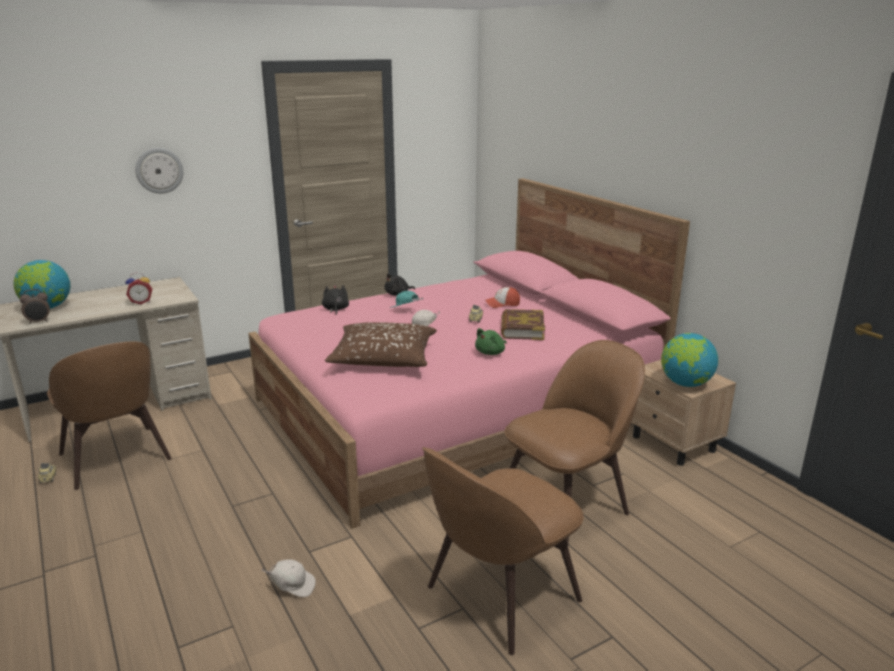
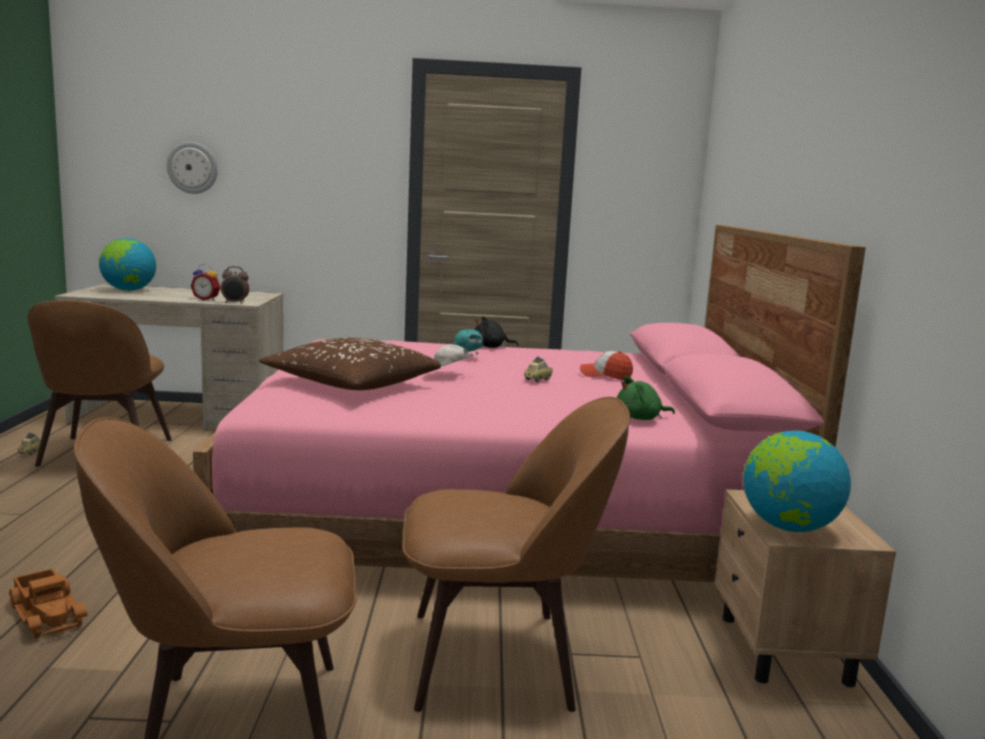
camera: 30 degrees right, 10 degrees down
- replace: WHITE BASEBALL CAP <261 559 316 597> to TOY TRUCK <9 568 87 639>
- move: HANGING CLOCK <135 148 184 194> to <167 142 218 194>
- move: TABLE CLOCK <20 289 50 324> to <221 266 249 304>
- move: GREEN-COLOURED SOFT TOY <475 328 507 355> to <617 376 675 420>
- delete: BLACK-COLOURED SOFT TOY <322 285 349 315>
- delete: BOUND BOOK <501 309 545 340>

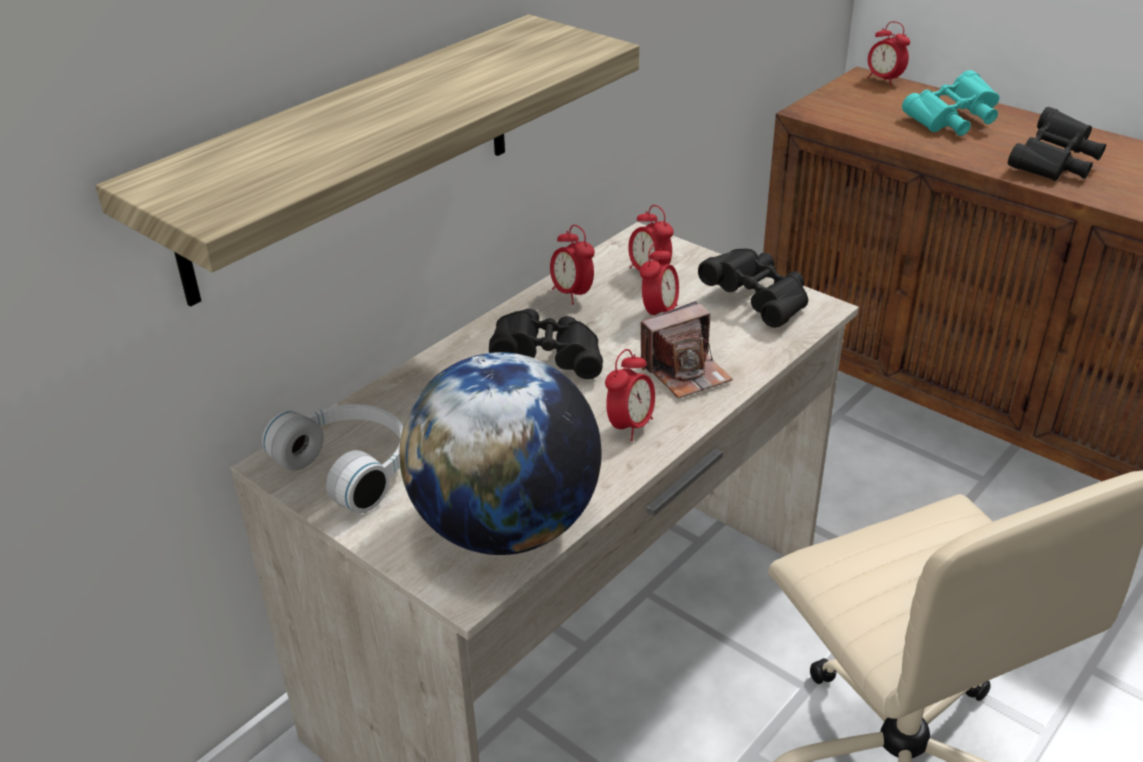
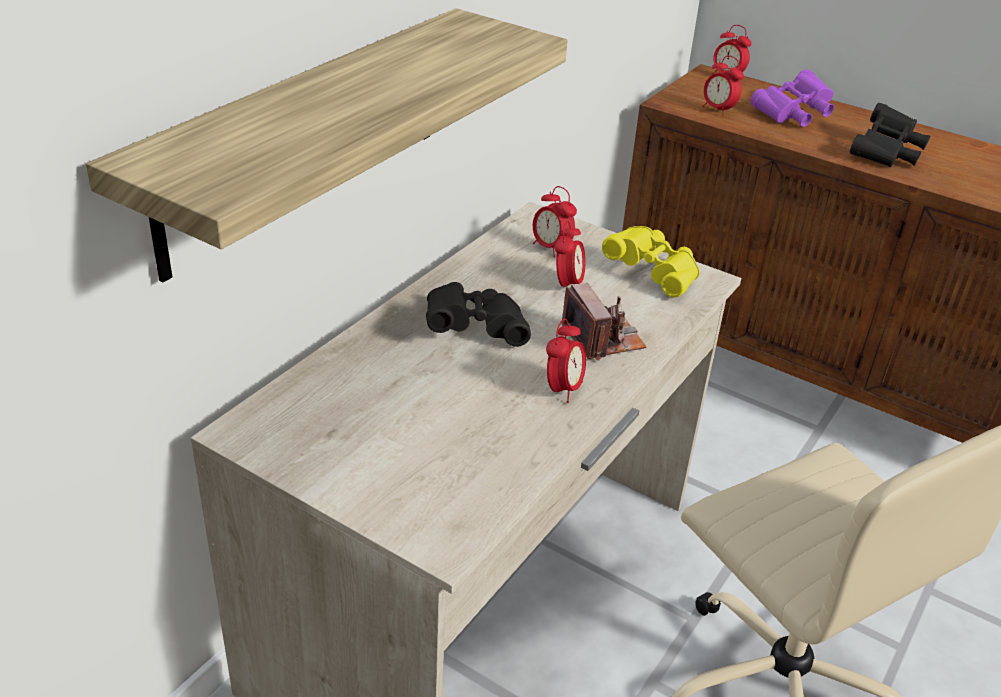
camera: 10 degrees left, 0 degrees up
- rotate: PHOTO CAMERA <641 301 733 399> = <561 283 646 360> 75 degrees counterclockwise
- recolor: BLACK-COLOURED FIELD GLASSES <698 249 808 328> to YELLOW-COLOURED FIELD GLASSES <602 226 700 297>
- move: TABLE CLOCK <550 225 595 305> to <702 55 744 116>
- recolor: TURQUOISE FIELD GLASSES <902 70 1000 136> to PURPLISH FIELD GLASSES <750 69 834 127>
- delete: WHITE HEADPHONES <262 404 403 513>
- delete: WORLD GLOBE <399 352 602 555>

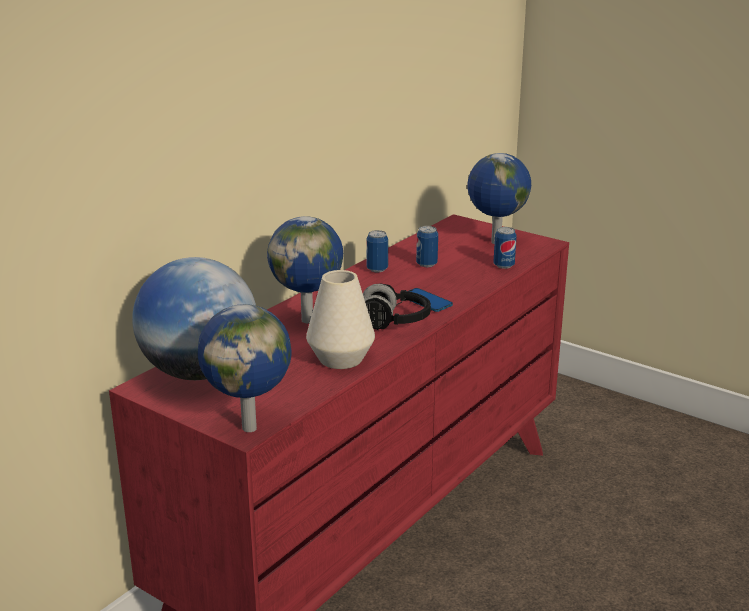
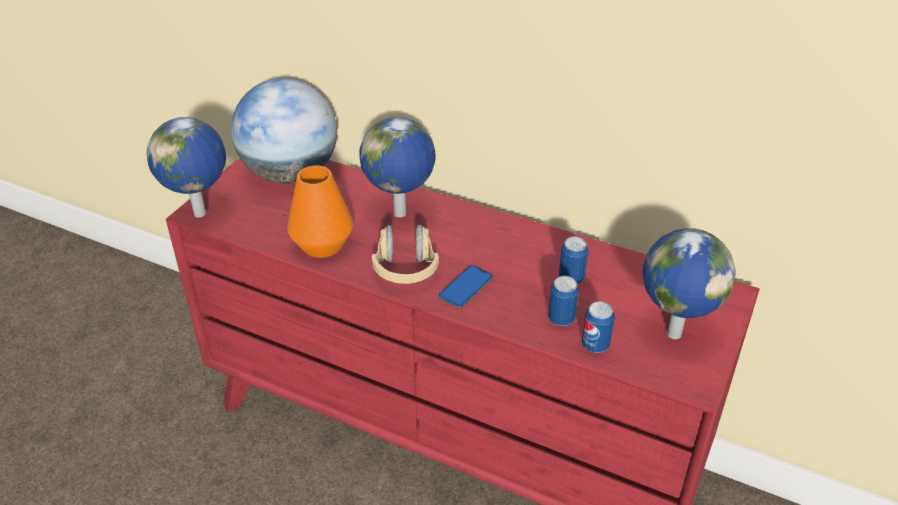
camera: 80 degrees right, 15 degrees up
- recolor: WHITE VASE <306 270 375 369> to ORANGE VASE <287 166 353 258>
- recolor: BLACK-COLOURED HEADPHONES <363 283 431 330> to SAND-COLOURED HEADPHONES <372 225 439 284>
- move: CAN <366 230 388 273> to <548 276 579 326>

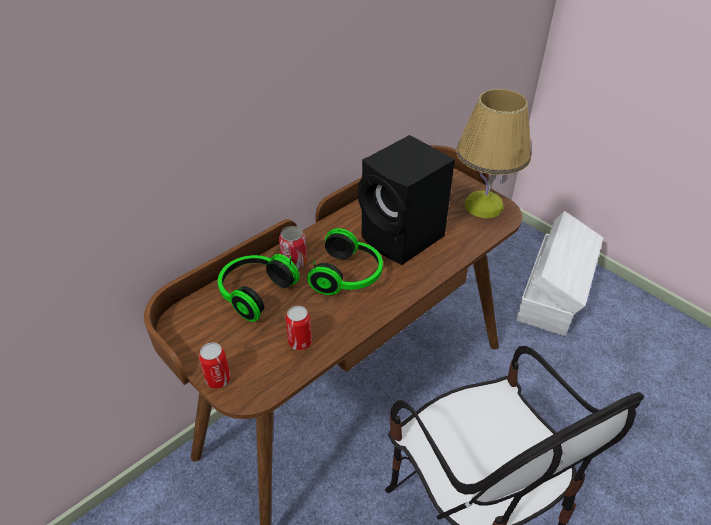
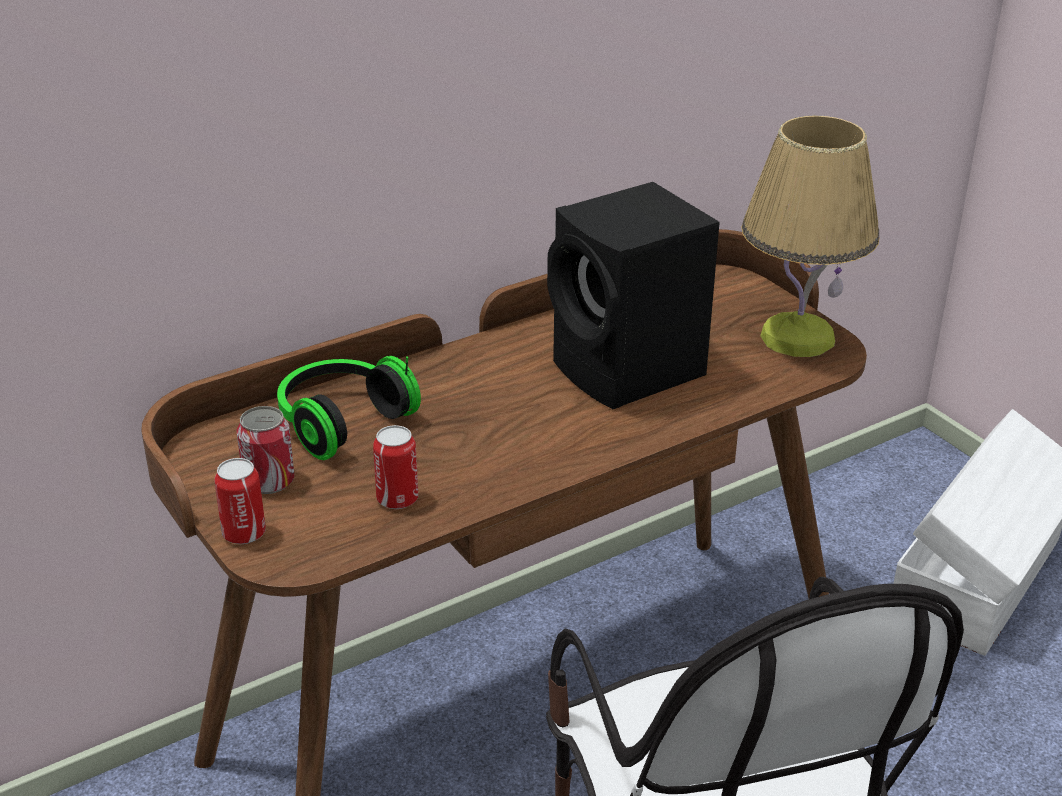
camera: 10 degrees right, 10 degrees down
- move: CAN <279 226 307 269> to <237 406 295 494>
- delete: HEADPHONES <307 228 383 295>

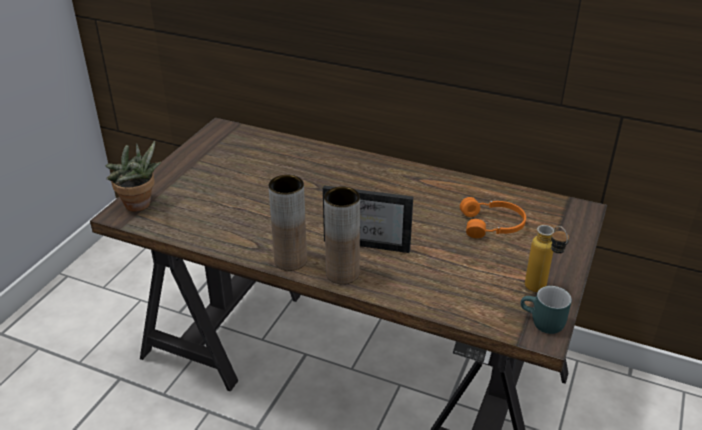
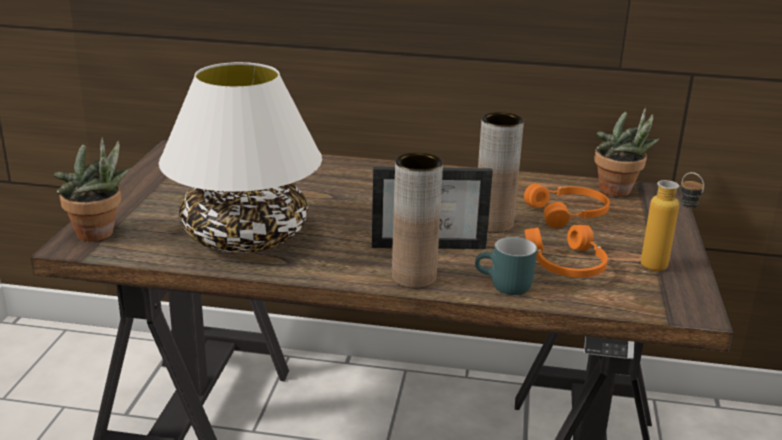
camera: 15 degrees left, 10 degrees down
- insert: WHITE TABLETOP LAMP <159 62 322 253>
- move: TURQUOISE TEA MUG <521 286 572 334> to <475 237 537 295>
- move: BROWN VASE <268 175 307 271> to <478 112 524 233>
- insert: ORANGE HEADPHONES <524 225 608 278>
- insert: HOUSEPLANT <594 107 659 197>

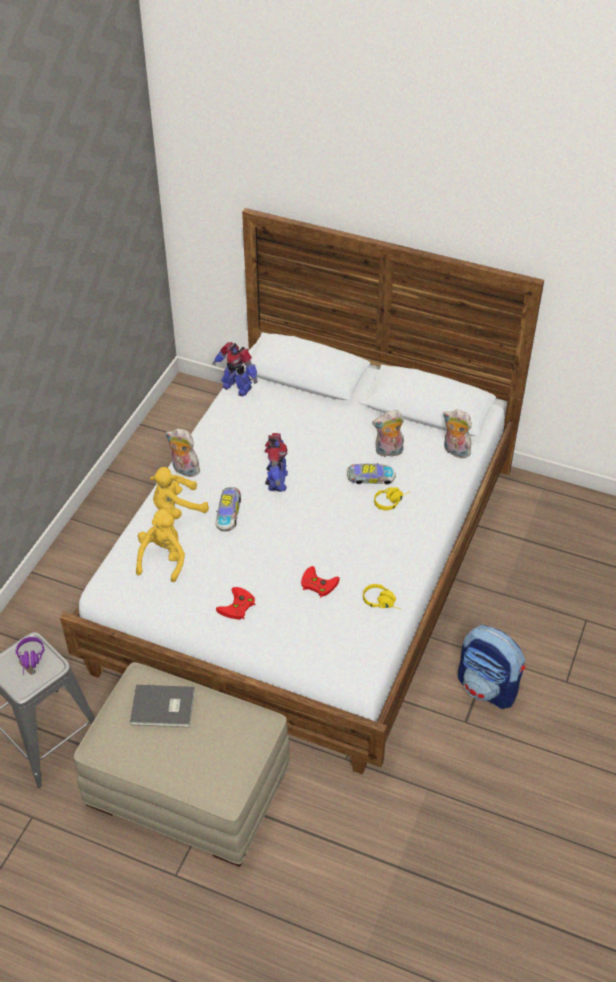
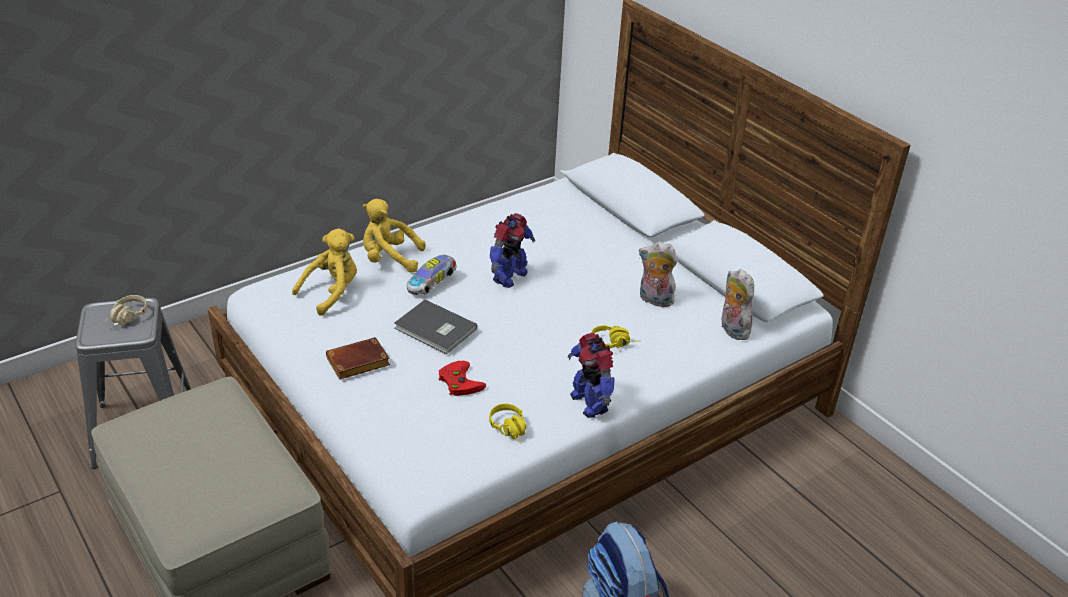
camera: 30 degrees right, 10 degrees down
- recolor: PURPLISH HEADPHONES <15 637 45 675> to SAND-COLOURED HEADPHONES <102 295 147 325>
- replace: RED-COLOURED JOYPAD <216 587 255 620> to BROWN BOUND BOOK <326 337 390 380>
- move: GREY BOUND BOOK <130 685 195 727> to <394 300 477 354>
- move: ROBOT FIGURE <212 342 257 396> to <568 333 615 418>
- delete: SOFT TOY <166 429 200 477>
- delete: TOY CAR <347 462 396 484>

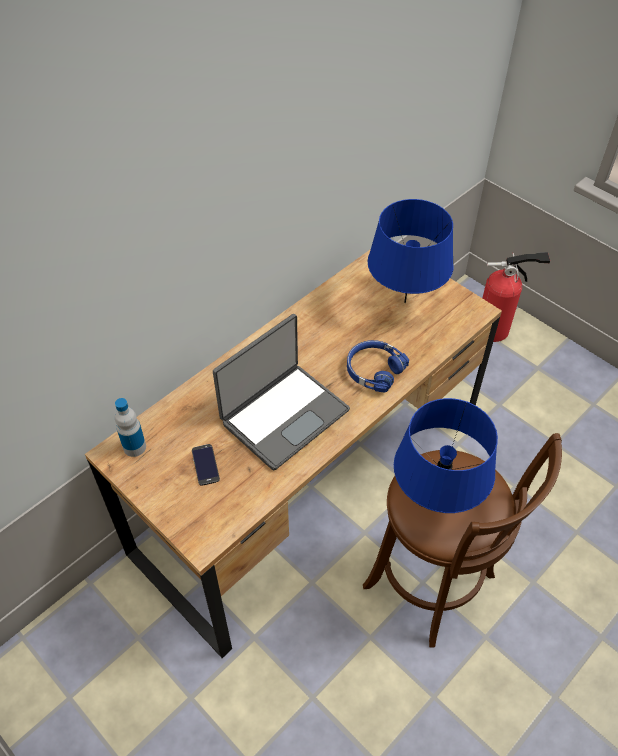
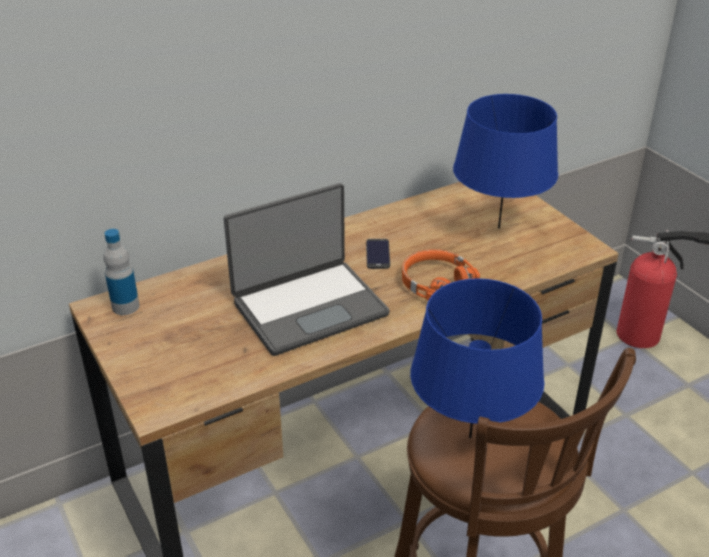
camera: 15 degrees right, 15 degrees down
- move: TELEPHONE <192 444 220 486> to <366 239 390 269>
- recolor: BLUE HEADPHONES <347 340 409 392> to ORANGE HEADPHONES <402 249 480 300>

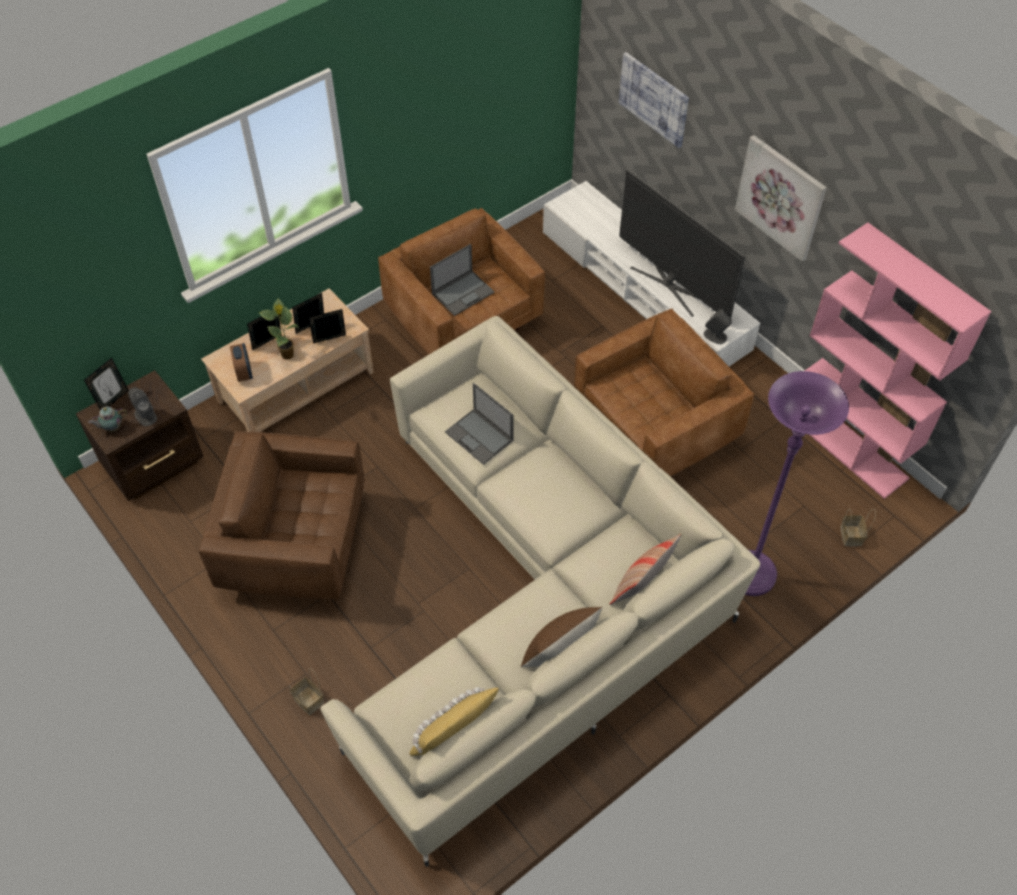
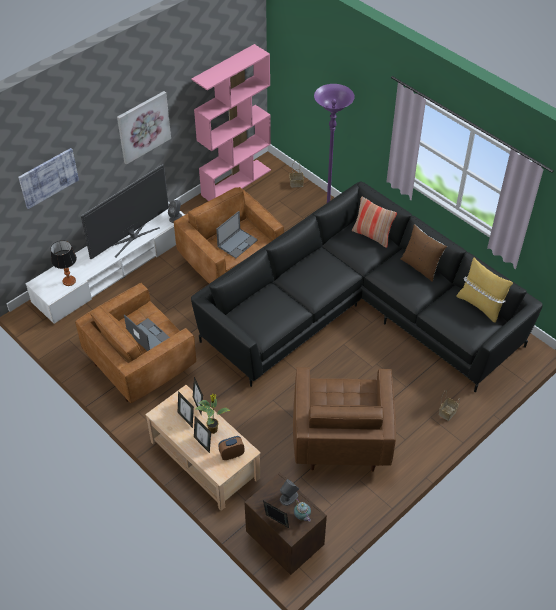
camera: 95 degrees left, 5 degrees down
- insert: TABLETOP LAMP <51 240 77 286>
- recolor: SAND-COLOURED COUCH <320 316 760 867> to BLACK-COLOURED COUCH <191 181 543 392>
- move: NOTEBOOK COMPUTER <445 383 514 465> to <216 211 258 258>

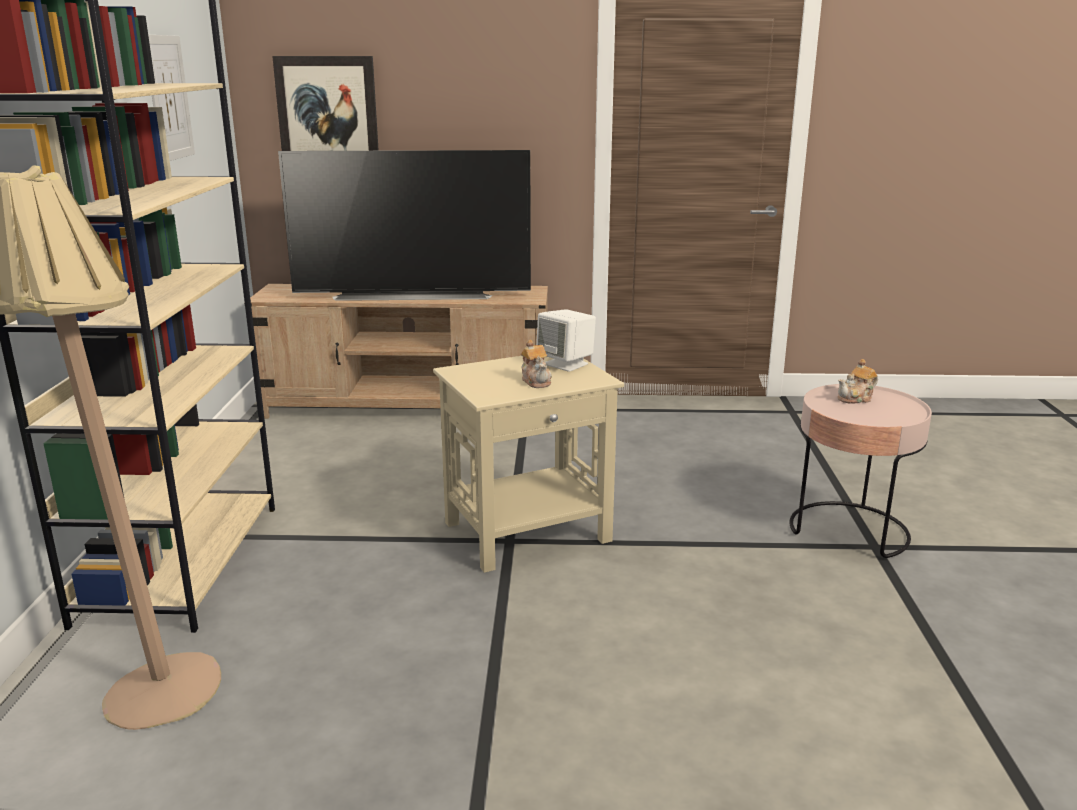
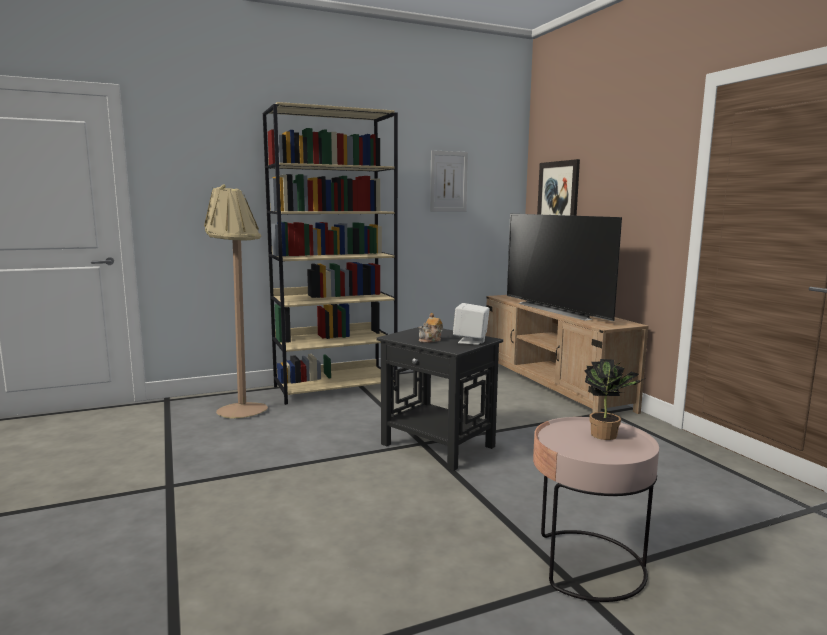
camera: 65 degrees right, 10 degrees down
- recolor: SAND-COLOURED END TABLE <433 356 624 573> to BLACK-COLOURED END TABLE <376 326 503 471>
- replace: POT FOR TEA <837 359 878 403> to HOUSEPLANT <584 359 646 440>

